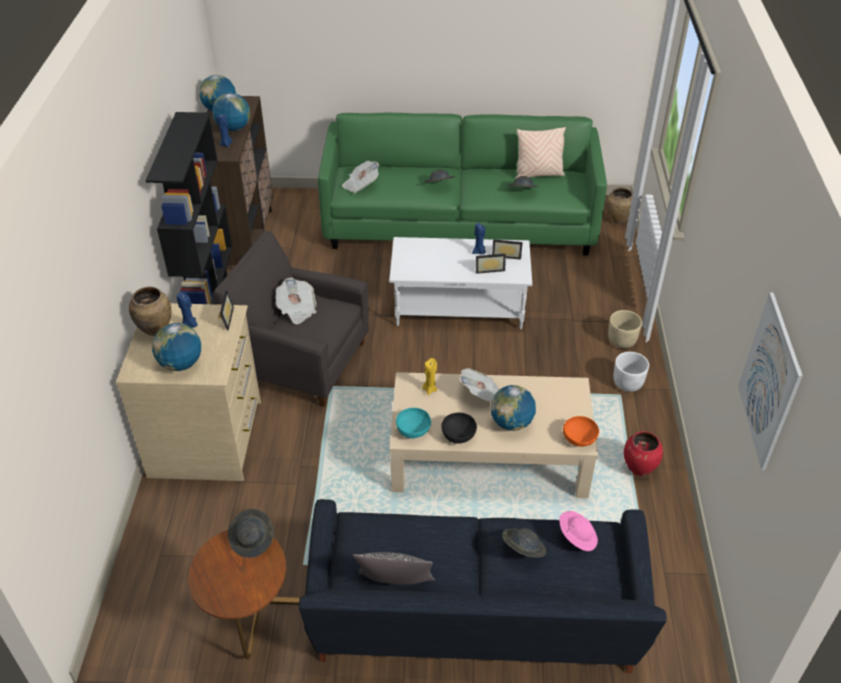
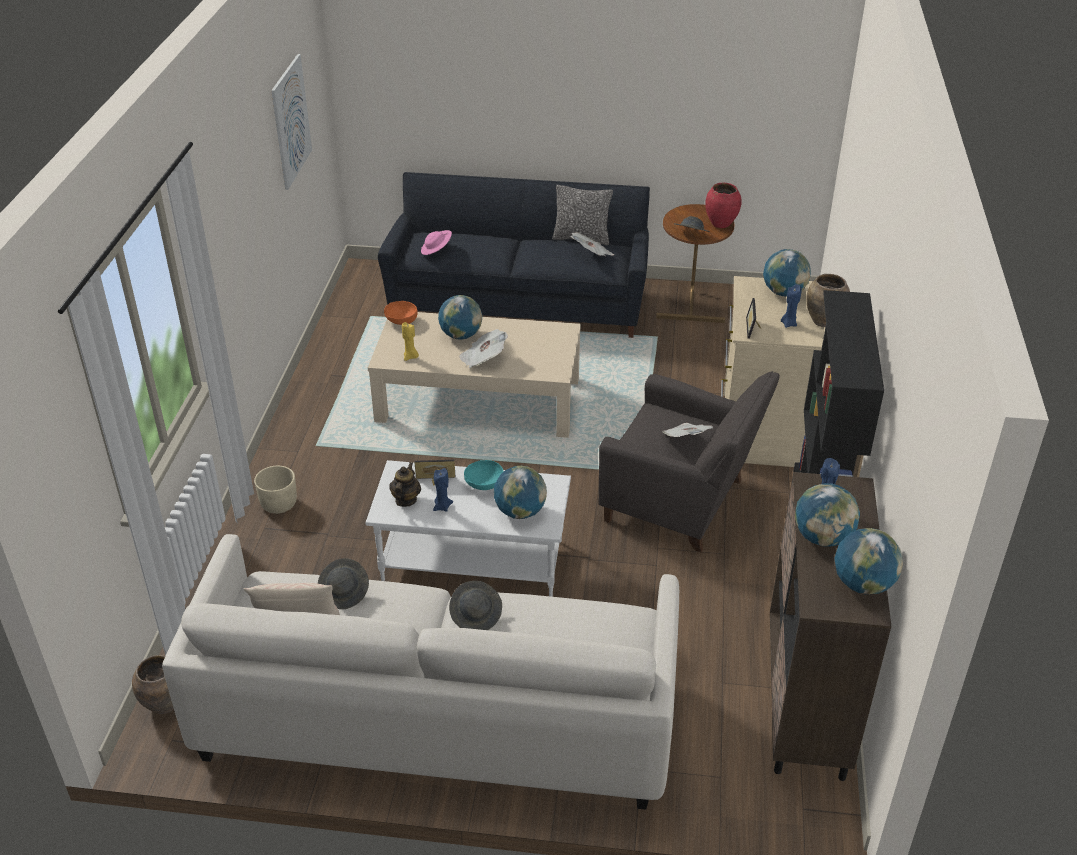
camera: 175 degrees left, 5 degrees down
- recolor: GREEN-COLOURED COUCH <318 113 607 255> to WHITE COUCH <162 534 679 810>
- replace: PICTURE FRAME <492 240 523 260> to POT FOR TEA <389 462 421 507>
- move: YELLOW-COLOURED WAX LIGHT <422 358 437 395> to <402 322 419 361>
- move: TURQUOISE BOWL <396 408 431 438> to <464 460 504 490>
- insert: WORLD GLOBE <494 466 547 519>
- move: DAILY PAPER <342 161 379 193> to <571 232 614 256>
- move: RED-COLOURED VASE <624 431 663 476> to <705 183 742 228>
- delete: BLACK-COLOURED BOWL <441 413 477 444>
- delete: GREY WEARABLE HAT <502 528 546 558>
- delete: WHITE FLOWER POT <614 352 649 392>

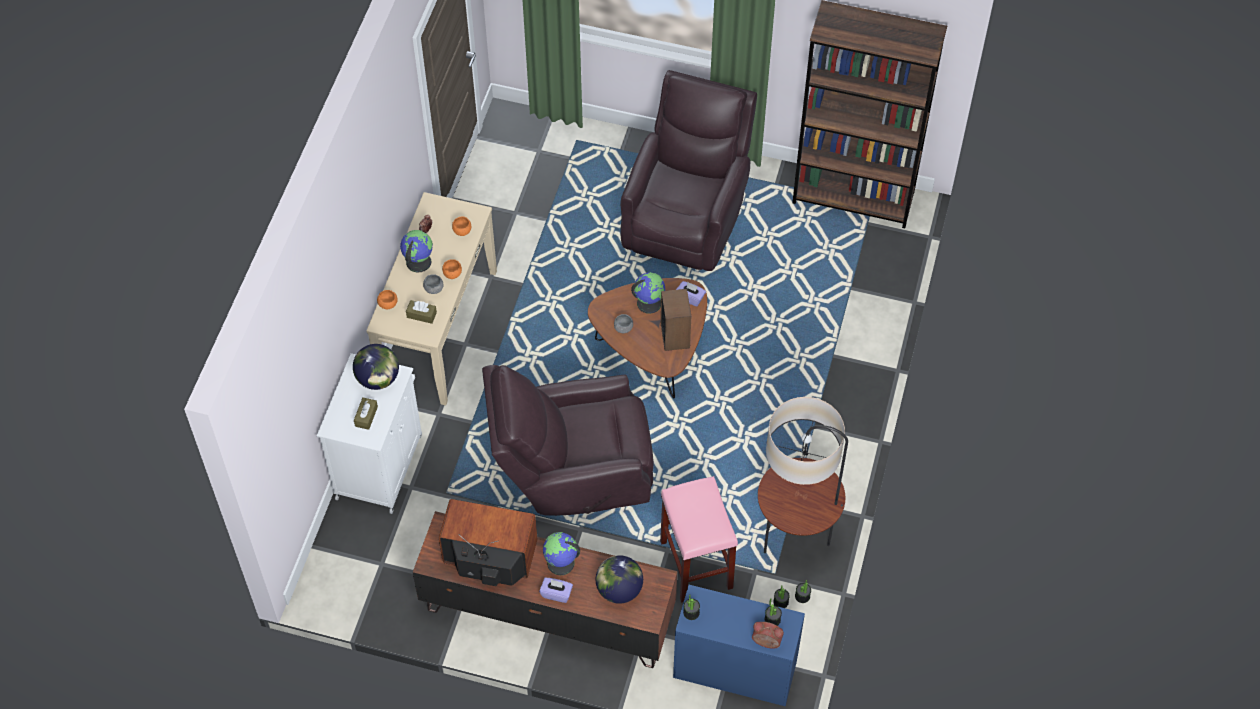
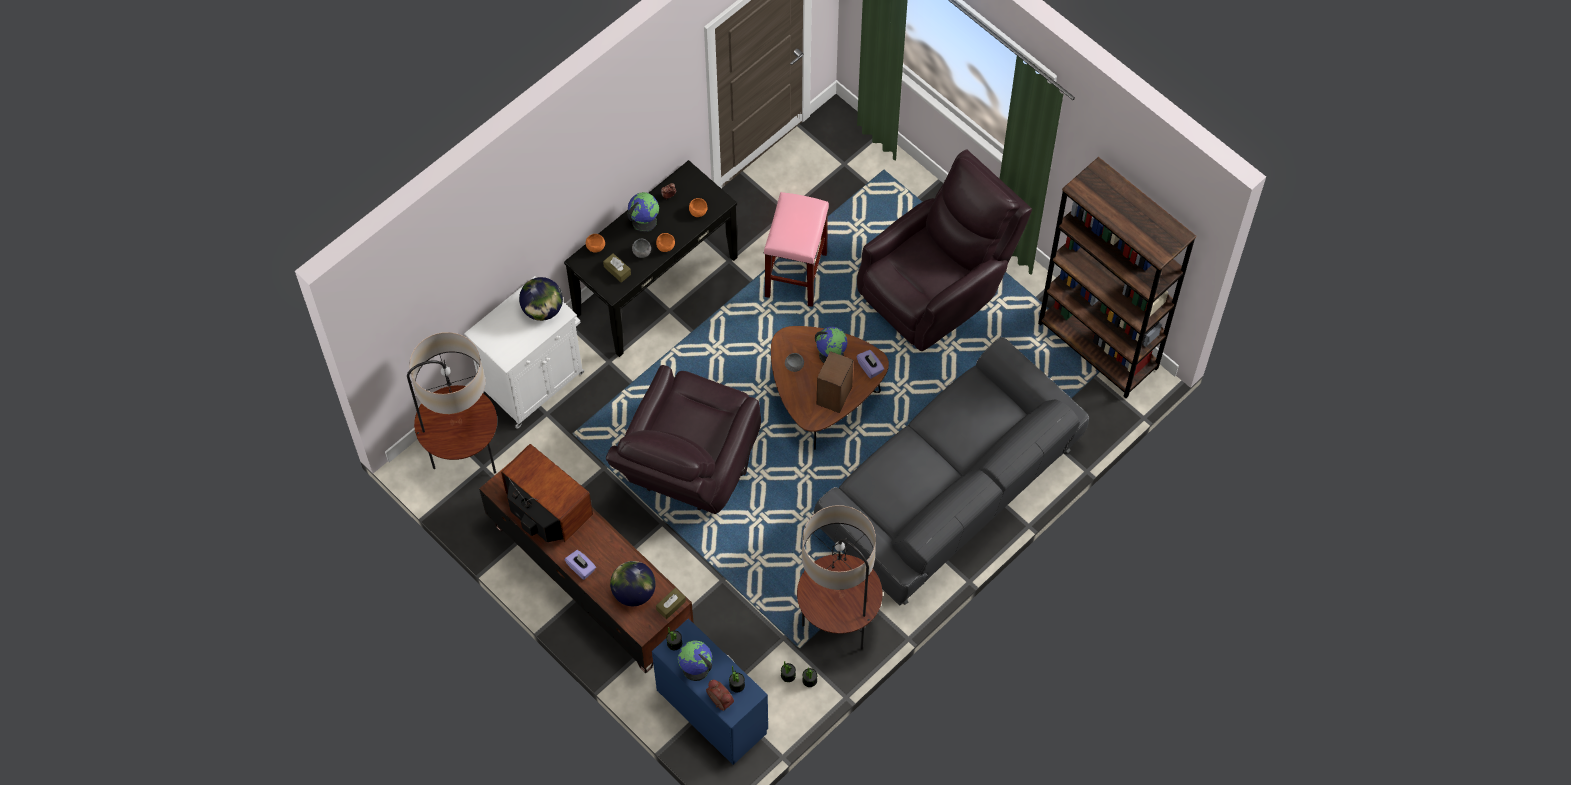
camera: 30 degrees right, 5 degrees up
- insert: STANDARD LAMP <407 332 497 473>
- recolor: SAND-COLOURED CONSOLE TABLE <366 192 497 405> to BLACK-COLOURED CONSOLE TABLE <564 160 738 357>
- rotate: BROWN LOUNGE CHAIR <482 365 654 516> = <606 365 761 514> 90 degrees counterclockwise
- move: BROWN BOX OF TISSUES <354 398 378 430> to <656 588 686 619>
- move: WORLD GLOBE <543 532 580 575> to <678 641 712 681>
- move: PINK STOOL <660 476 738 603> to <764 192 829 307>
- insert: GREY COUCH <814 337 1089 606>

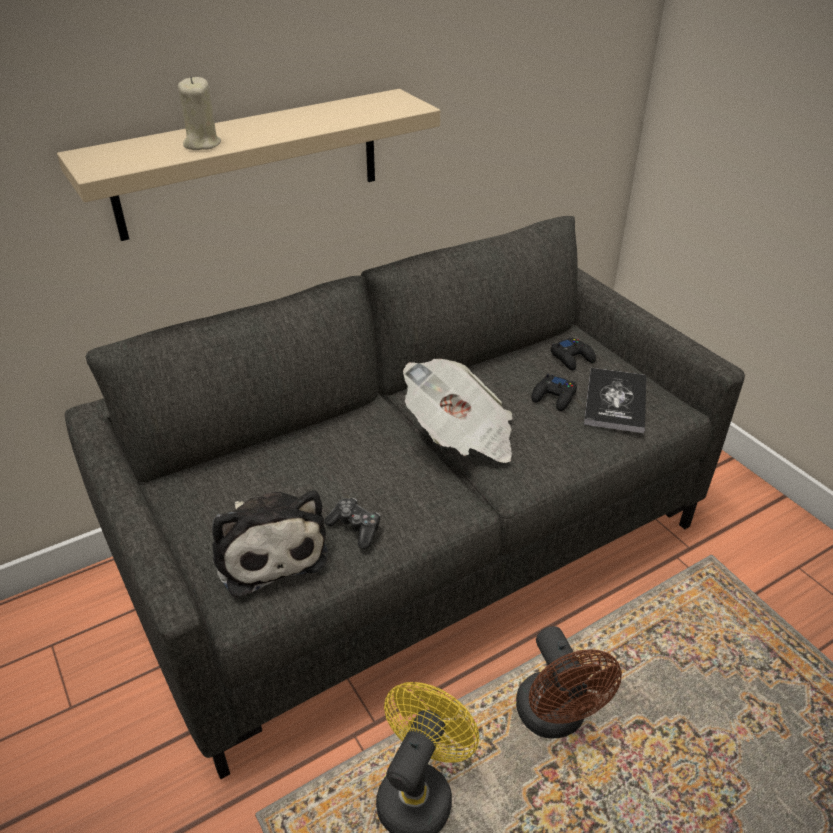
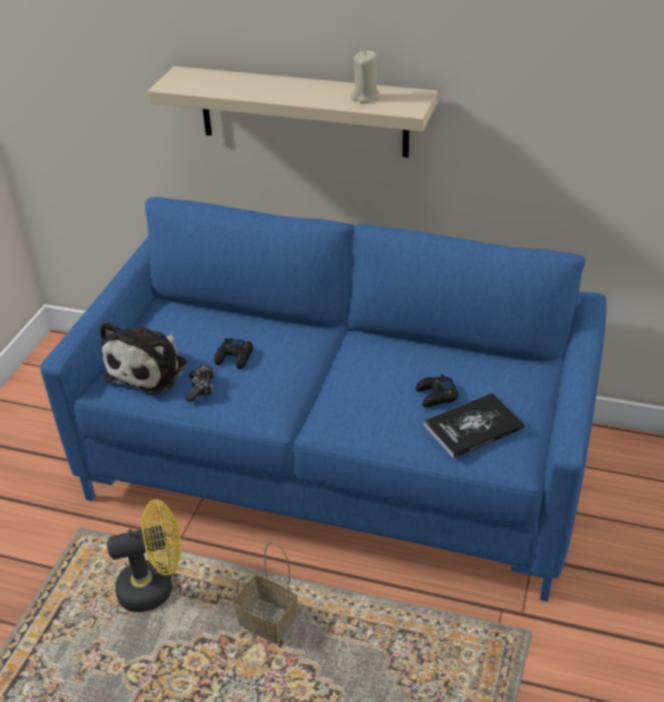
camera: 50 degrees right, 0 degrees up
- recolor: GREY COUCH <65 216 745 779> to BLUE COUCH <40 197 607 601>
- move: BLACK-COLOURED JOYPAD <551 338 596 370> to <214 338 253 369>
- replace: BROWN ELECTRIC FAN <516 626 622 738> to STORAGE BASKET <233 541 297 644>
- move: SAND-COLOURED WAX LIGHT <178 76 221 150> to <351 50 379 103>
- delete: DAILY PAPER <403 359 513 463>

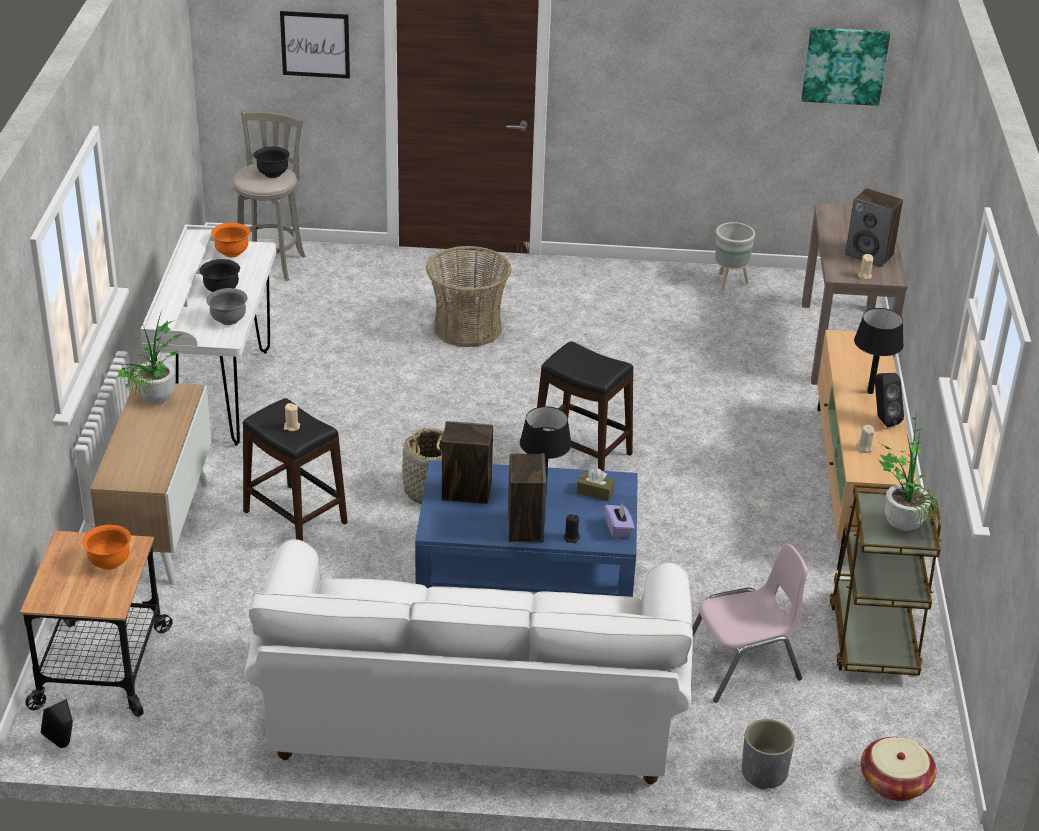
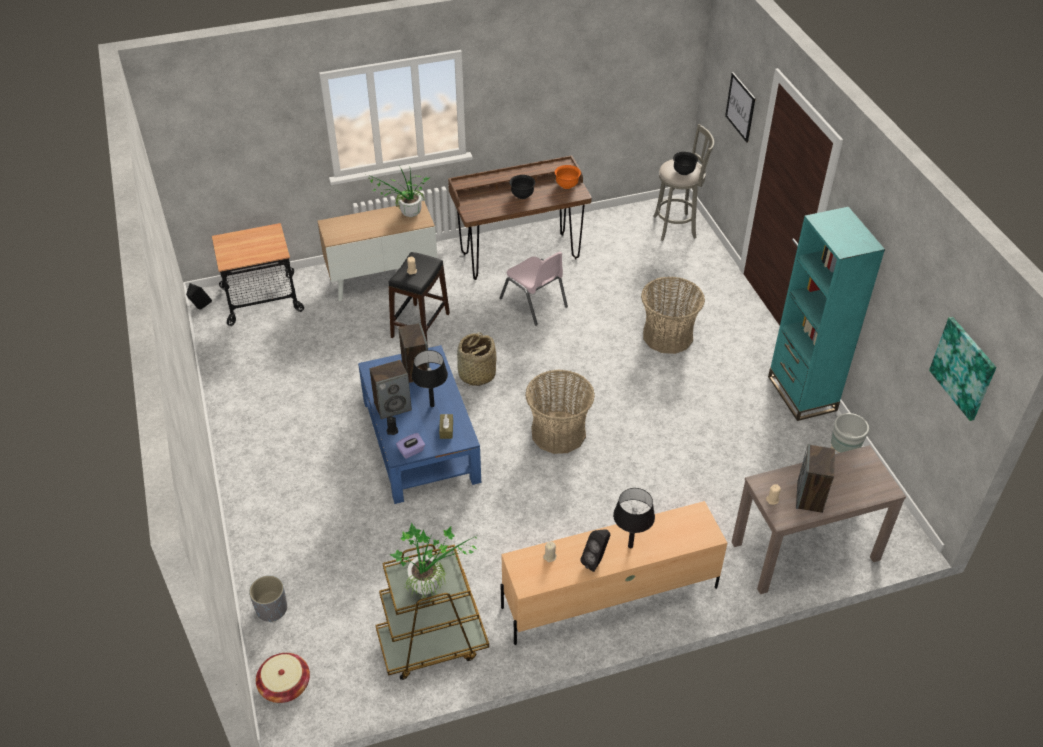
camera: 70 degrees right, 10 degrees up
- recolor: WHITE DESK TABLE <141 224 276 446> to BROWN DESK TABLE <448 155 592 280>
- move: PINK PLAIN CHAIR <692 543 808 703> to <499 252 568 326>
- replace: BLACK-COLOURED STOOL <537 341 633 471> to STORAGE BASKET <525 370 595 454>
- insert: TURQUOISE SHELVING UNIT <768 207 885 421>
- delete: ORANGE BOWL <82 525 131 570>
- delete: GREY BOWL <206 288 248 325>
- delete: WHITE COUCH <244 539 693 784>

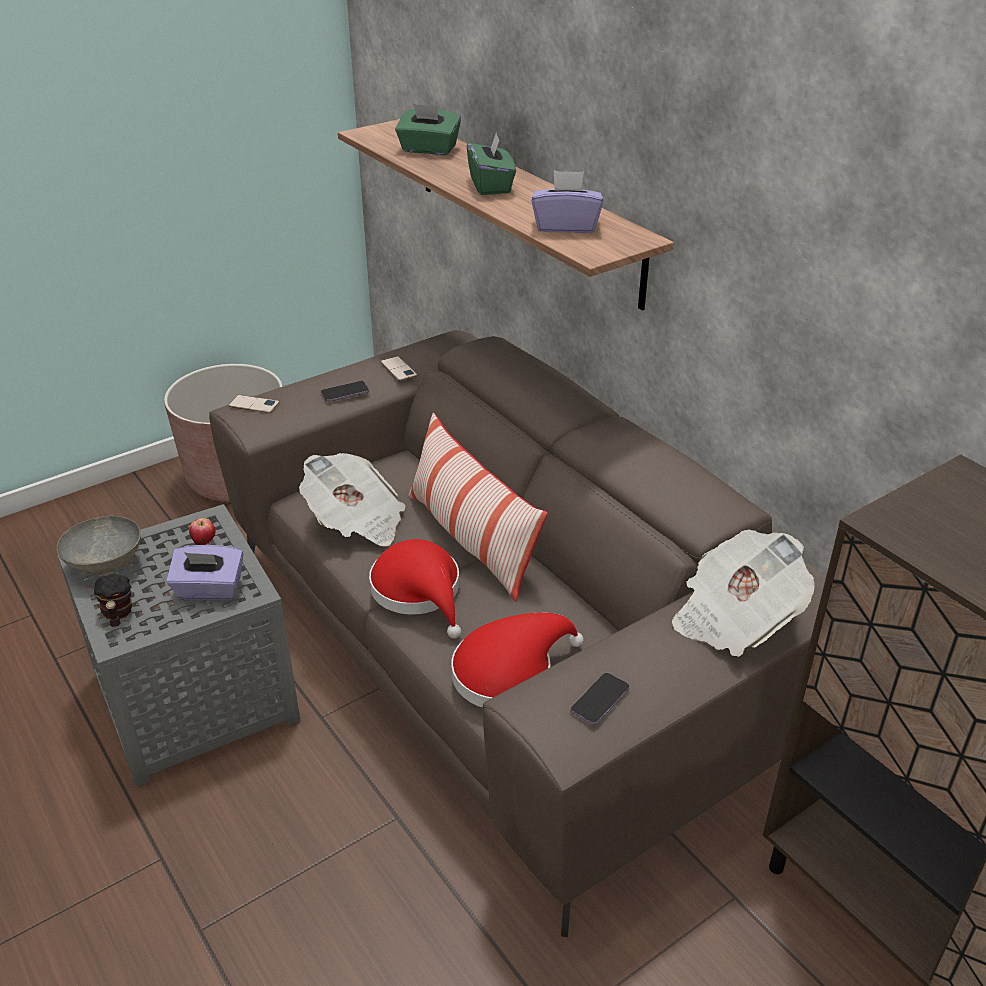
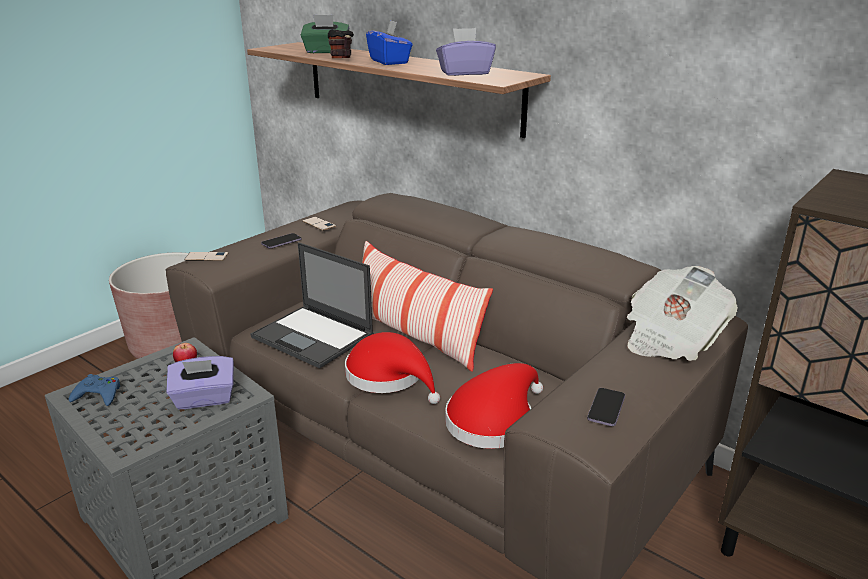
camera: 15 degrees left, 10 degrees down
- replace: GREY BOWL <57 516 141 576> to BLUE JOYPAD <69 374 120 406>
- replace: DAILY PAPER <299 453 406 547> to NOTEBOOK COMPUTER <251 242 374 368>
- move: TEA MUG <94 574 132 627> to <328 29 354 58>
- recolor: GREEN-COLOURED BOX OF TISSUES <467 132 516 195> to BLUE BOX OF TISSUES <366 20 413 65>

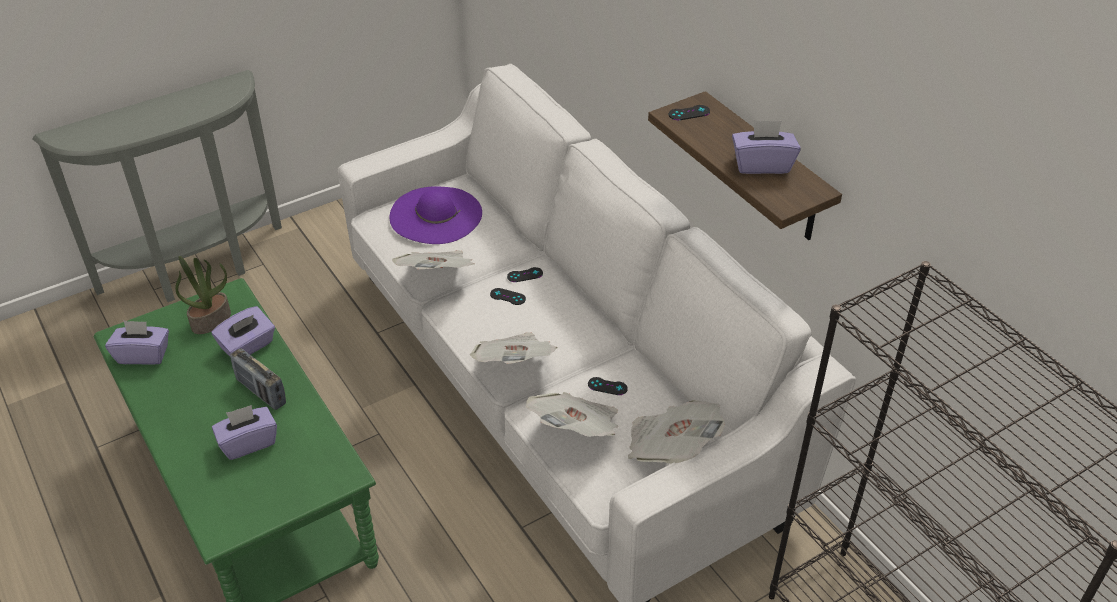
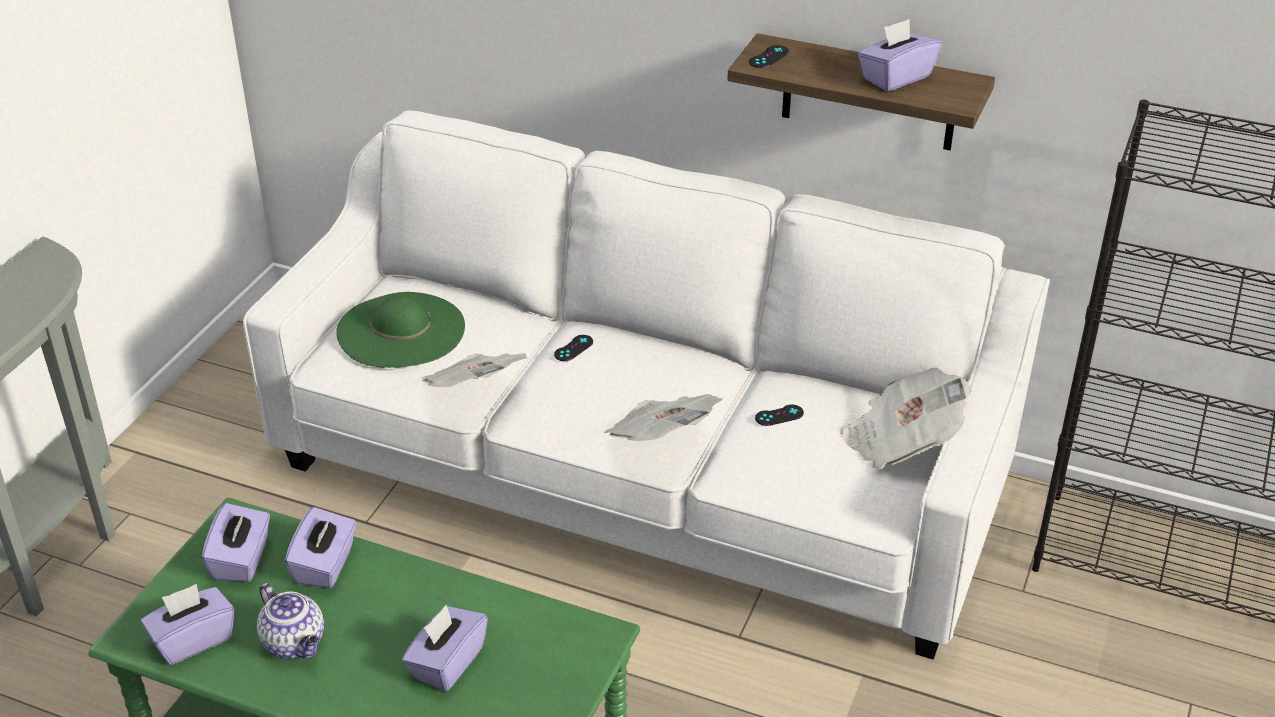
camera: 35 degrees left, 5 degrees down
- replace: HOUSEPLANT <175 256 231 334> to PURPLISH BOX OF TISSUES <202 503 270 582>
- insert: POT FOR TEA <257 583 324 659>
- recolor: PURPLISH WEARABLE HAT <390 186 482 244> to GREEN-COLOURED WEARABLE HAT <336 292 465 368>
- delete: RADIO RECEIVER <230 348 286 410>
- delete: BLACK-COLOURED JOYPAD <490 288 526 305>
- delete: DAILY PAPER <526 392 618 437>

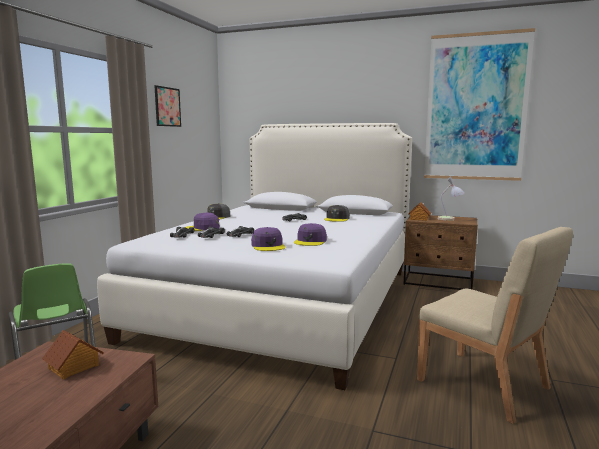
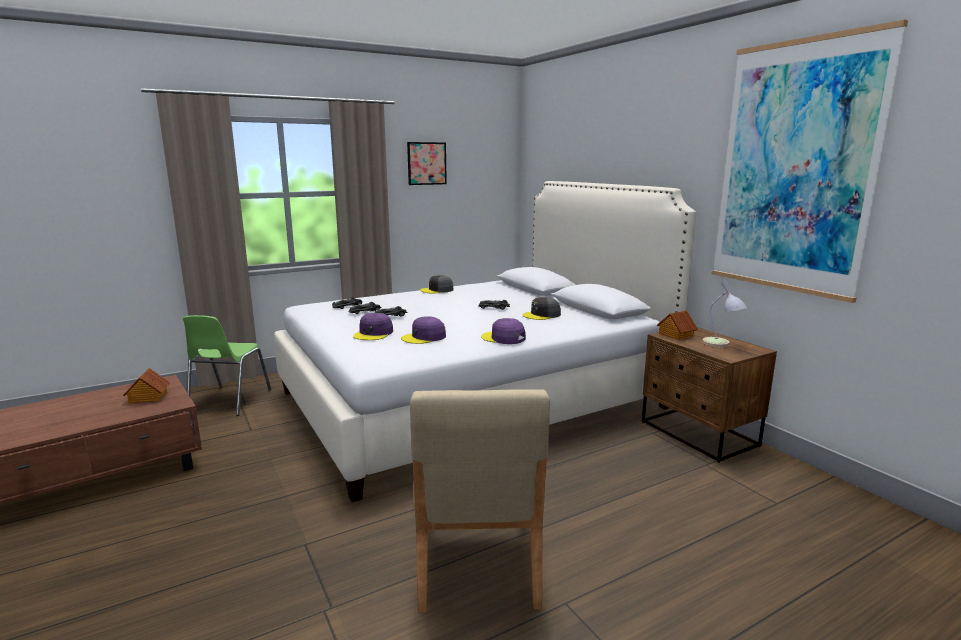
camera: 40 degrees right, 5 degrees up
- move: PURPLISH BASEBALL CAP <185 213 220 231> to <481 318 526 344>

